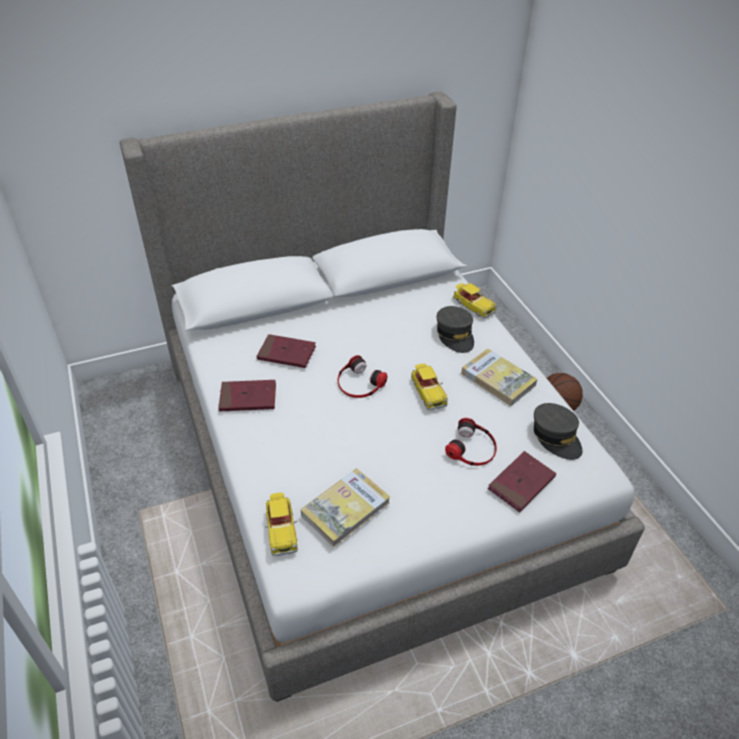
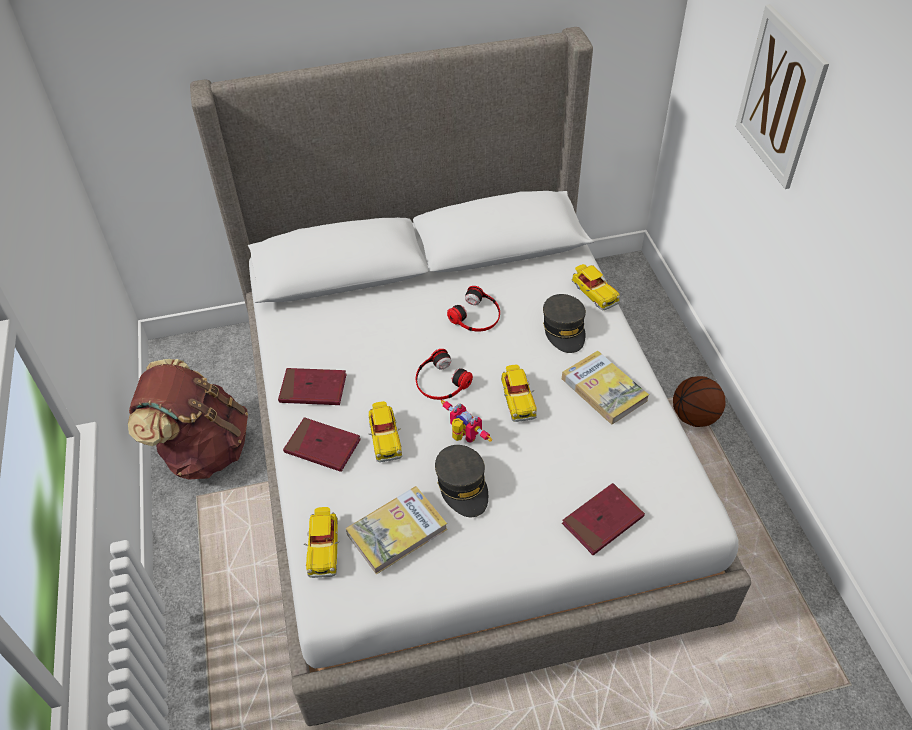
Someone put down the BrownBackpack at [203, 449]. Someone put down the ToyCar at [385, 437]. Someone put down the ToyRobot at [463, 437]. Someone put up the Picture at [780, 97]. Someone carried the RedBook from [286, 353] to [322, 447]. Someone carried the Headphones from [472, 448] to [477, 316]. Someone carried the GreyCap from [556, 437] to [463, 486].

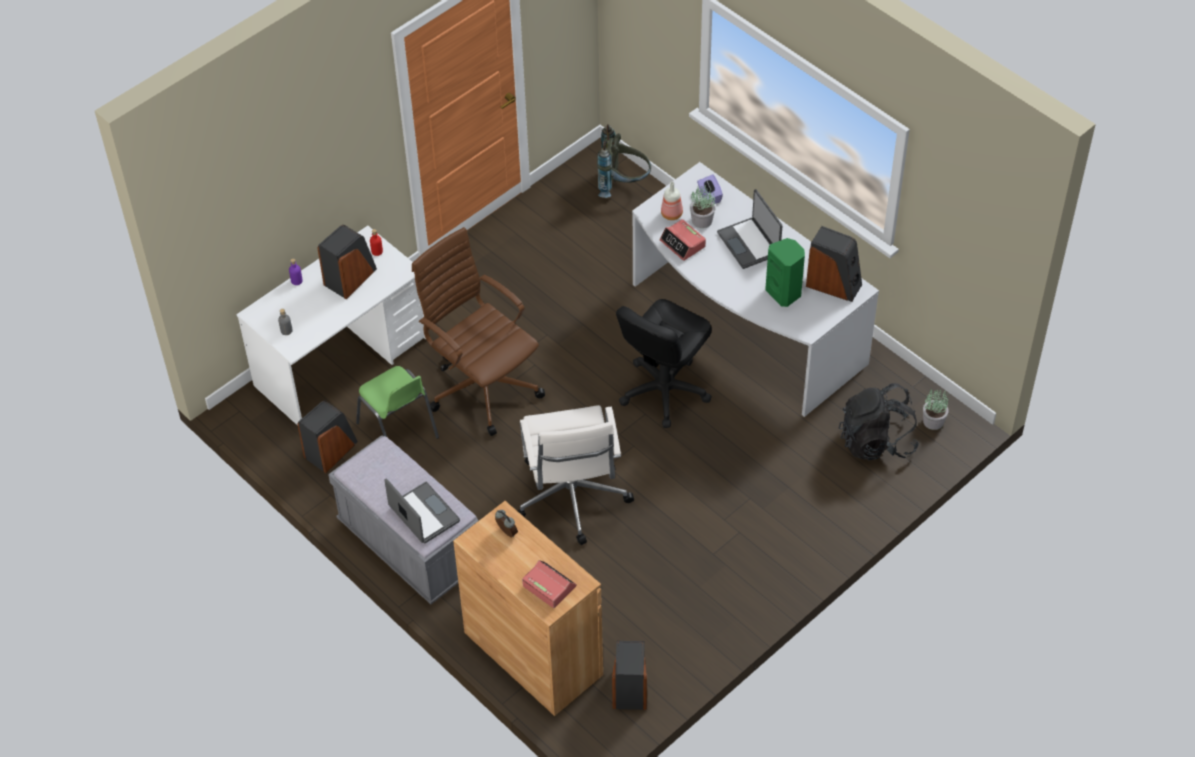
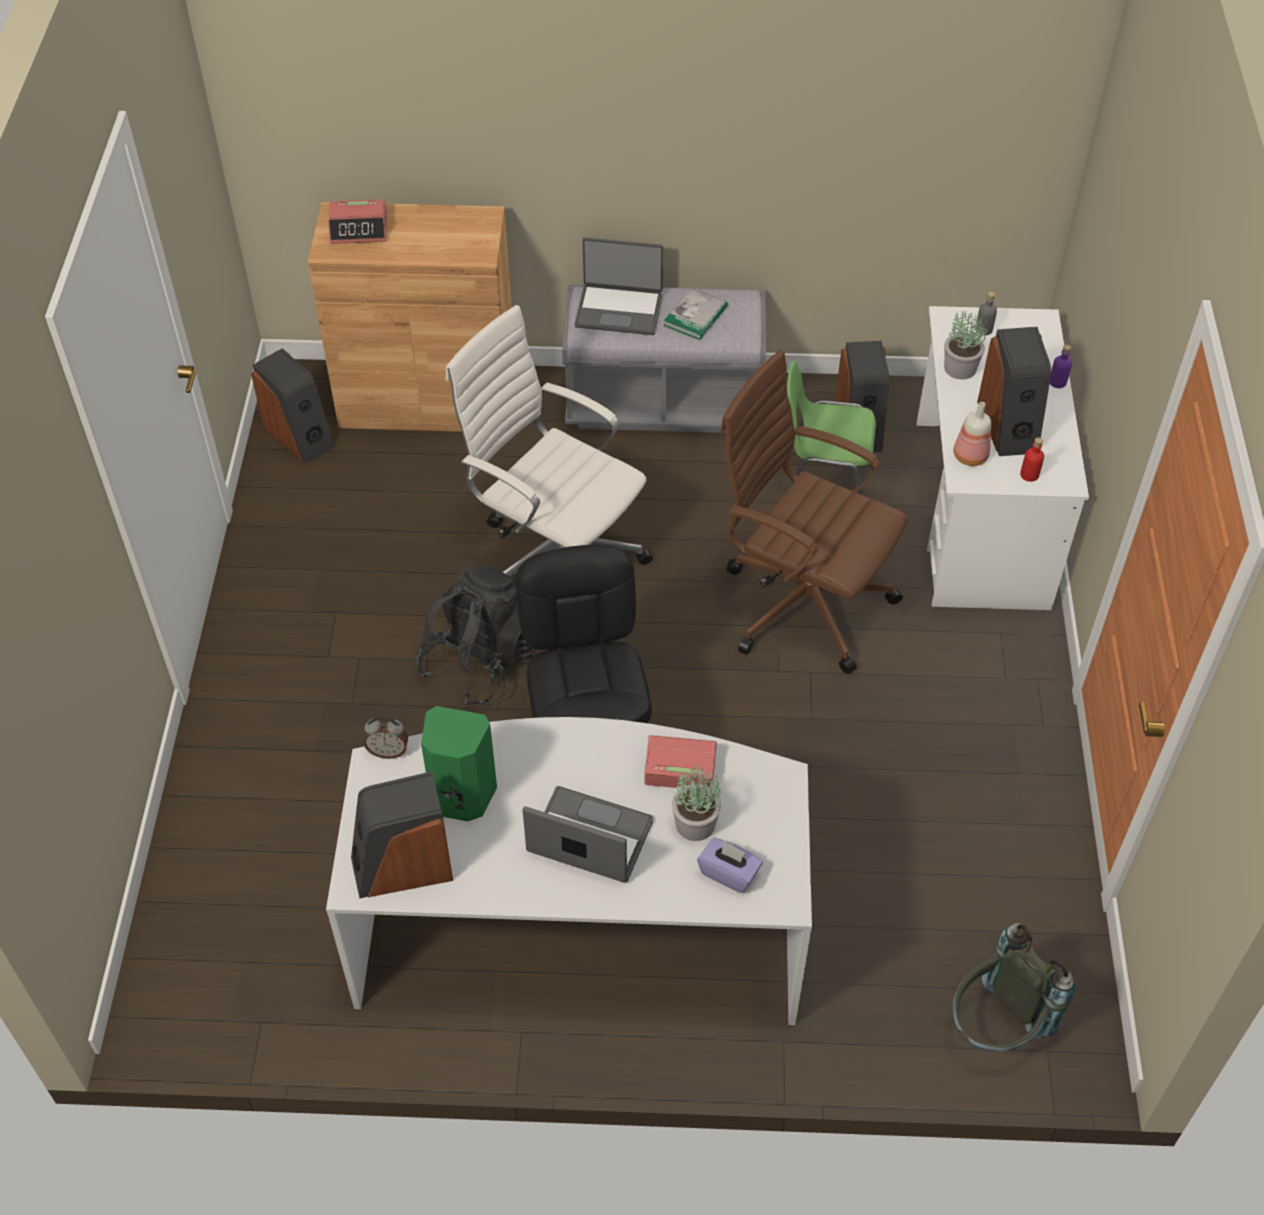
Someone put down the Book at [695, 316]. Someone carried the AlarmClock from [506, 533] to [388, 751]. Someone carried the Bottle from [672, 214] to [970, 457]. Someone carried the BlackBackpack from [876, 441] to [480, 661]. Someone carried the PottedPlant from [933, 421] to [960, 368]. Someone rotated the BrownOfficeChair at [482, 386] by 150 degrees counterclockwise.

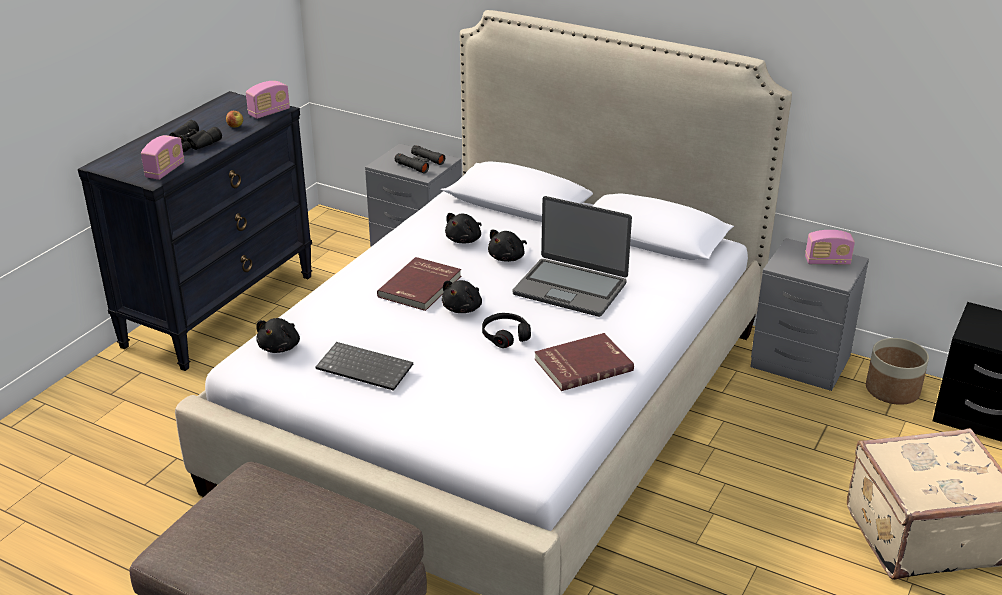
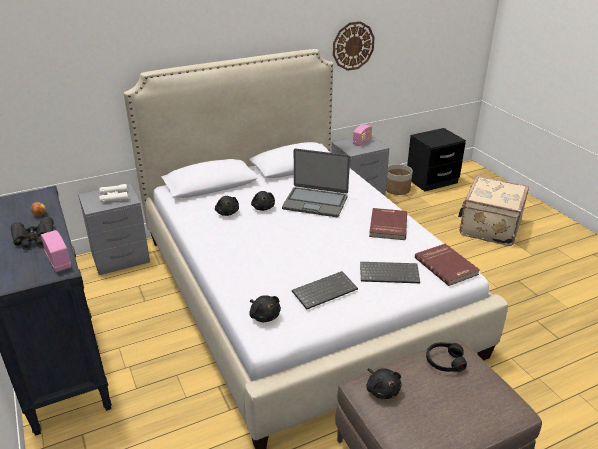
Someone took away the Radio at [269, 113]. Someone put up the WallClock at [353, 46]. Someone put down the Keyboard at [390, 273]. Someone carried the RedBook from [421, 287] to [447, 266]. Someone carried the BlackPlushToy from [463, 308] to [382, 390]. Someone carried the BlackHeadphones from [505, 335] to [444, 361]. Someone repainted the BlackBinoculars at [419, 163], which became the WhiteBinoculars at [114, 196]. Someone rotated the Laptop at [571, 288] by 45 degrees clockwise.

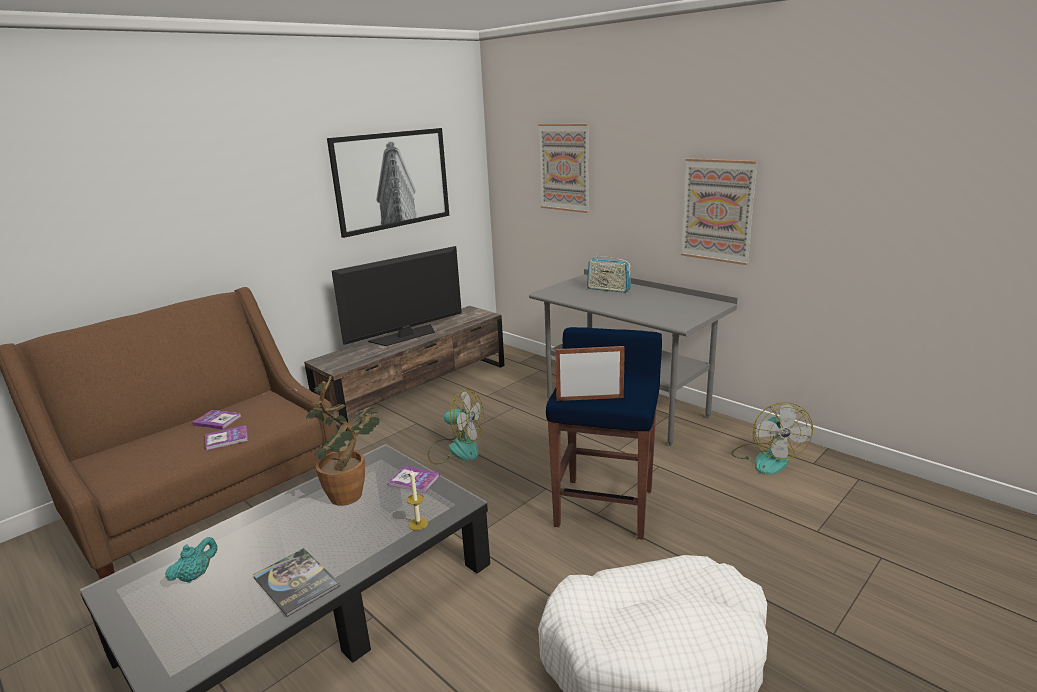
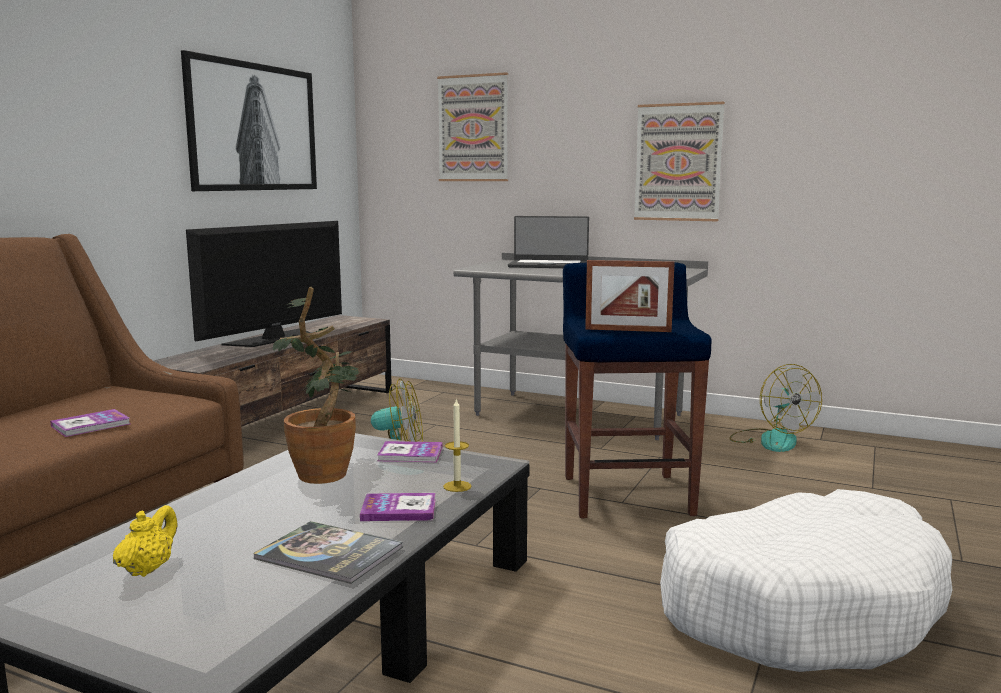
Someone carried the Book from [217, 421] to [399, 509]. Someone swapped the Radio at [608, 289] for the Laptop at [548, 265]. Someone repainted the TurquoiseTeapot at [196, 575], which became the YellowTeapot at [148, 569]. Someone rotated the PictureFrame at [589, 398] by 150 degrees counterclockwise.

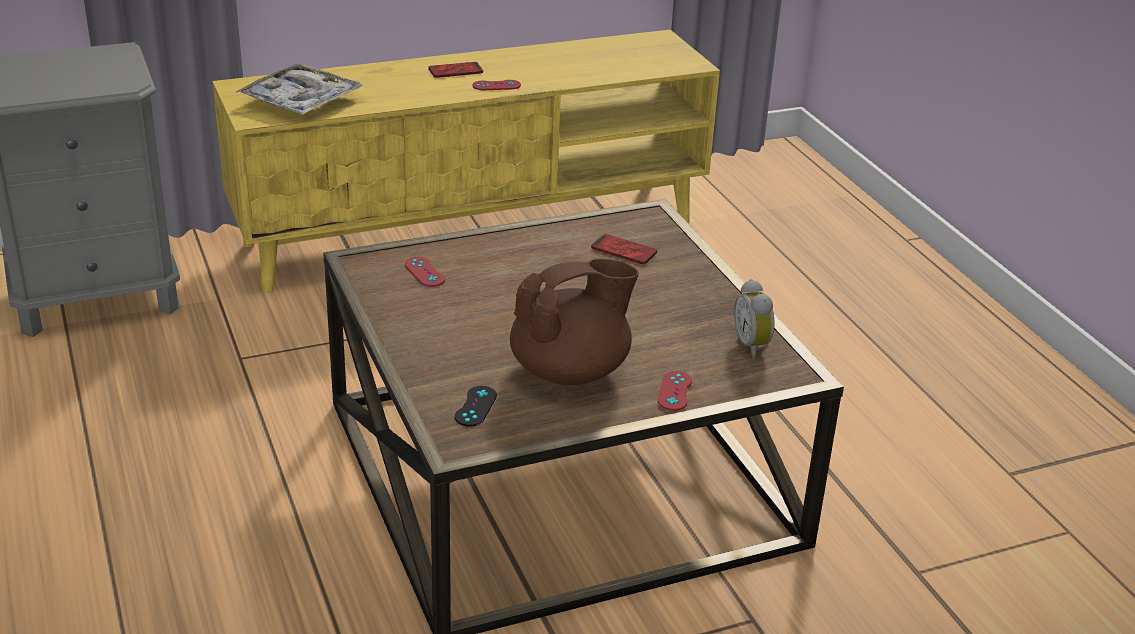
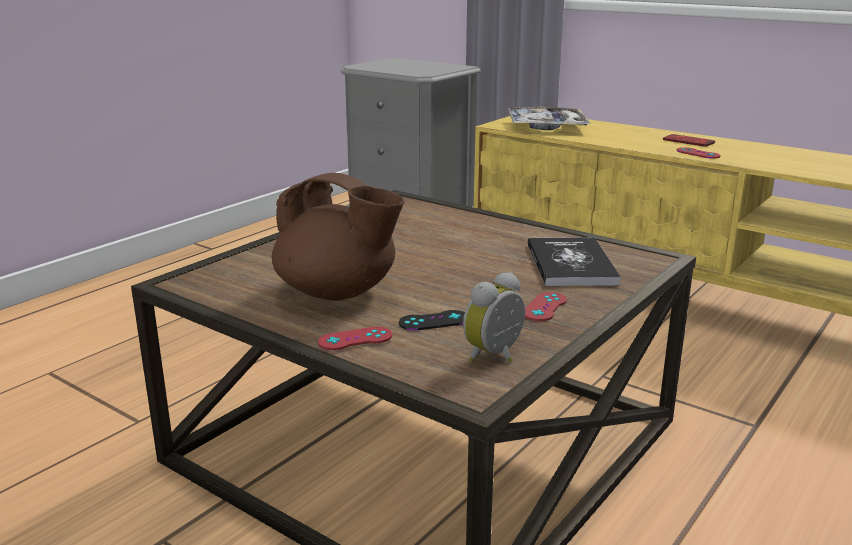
Someone carried the RedGameController from [424, 272] to [545, 307]. Someone carried the BlackGameController from [475, 406] to [434, 321]. Someone swapped the Phone at [624, 250] for the Book at [570, 264].

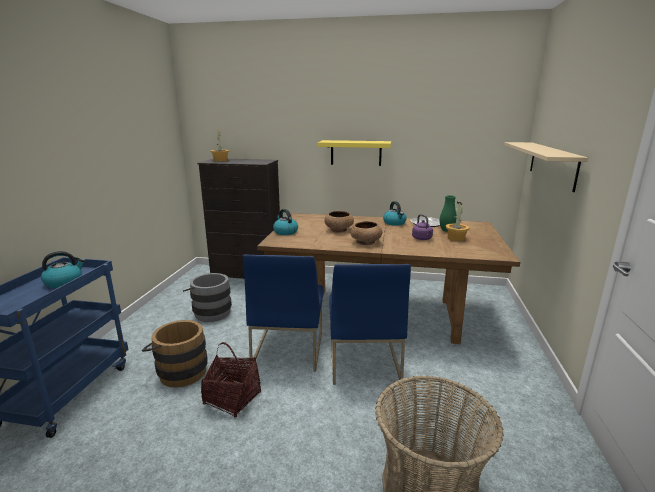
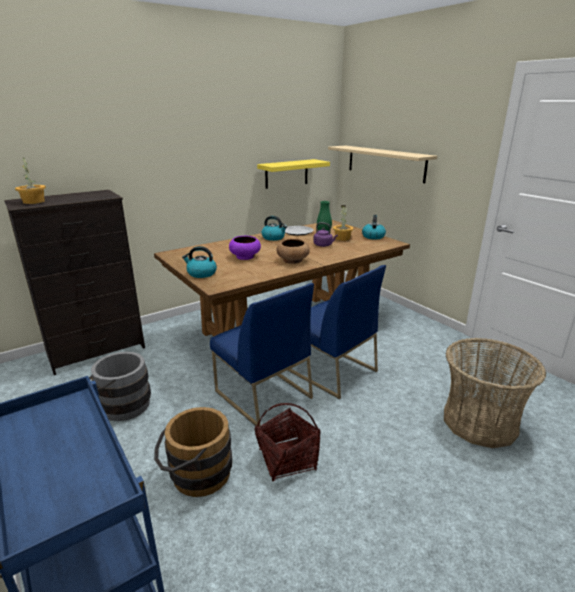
Someone carried the Kettle from [64, 282] to [373, 236]. Someone carried the YellowShelf from [356, 153] to [286, 174]. Someone repainted the BrownBowl at [339, 230], which became the PurpleBowl at [245, 257].

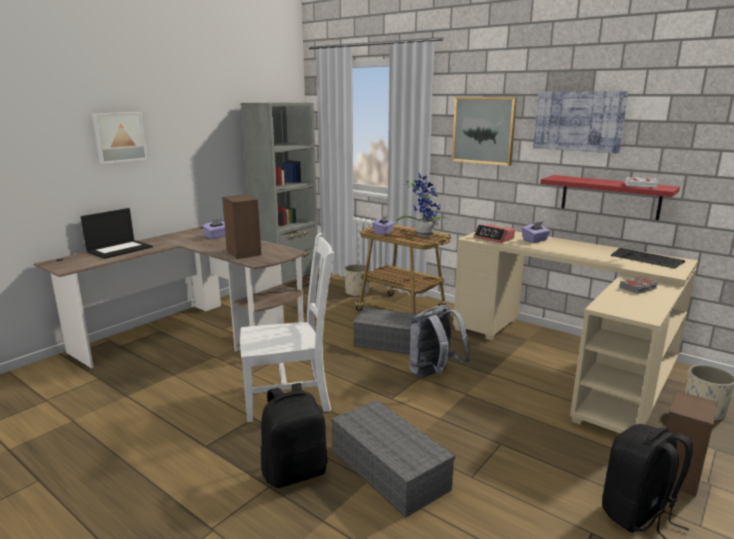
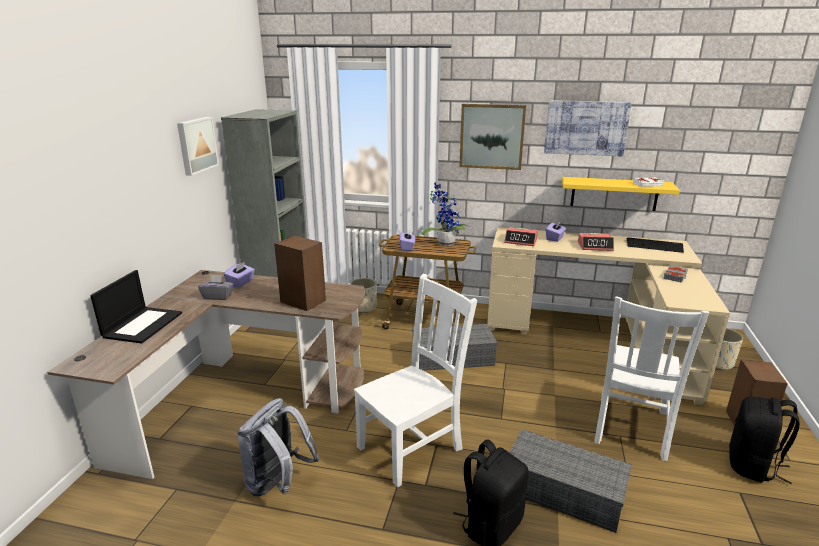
Someone put down the GreyTissueBox at [217, 296]. Someone put down the AlarmClock at [595, 246]. Someone put down the WhiteChair at [631, 429]. Someone carried the Picture from [119, 137] to [196, 145]. Someone carried the GreyBackpack from [434, 375] to [278, 484]. Someone repainted the RedShelf at [610, 197], which became the YellowShelf at [614, 193].

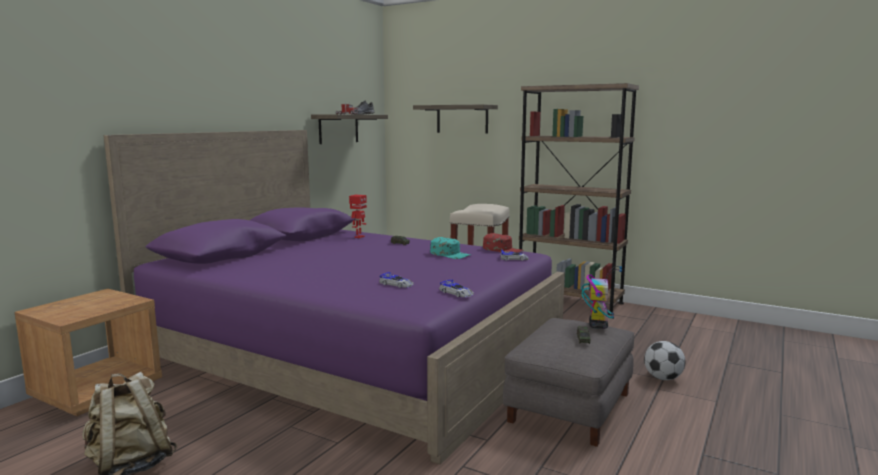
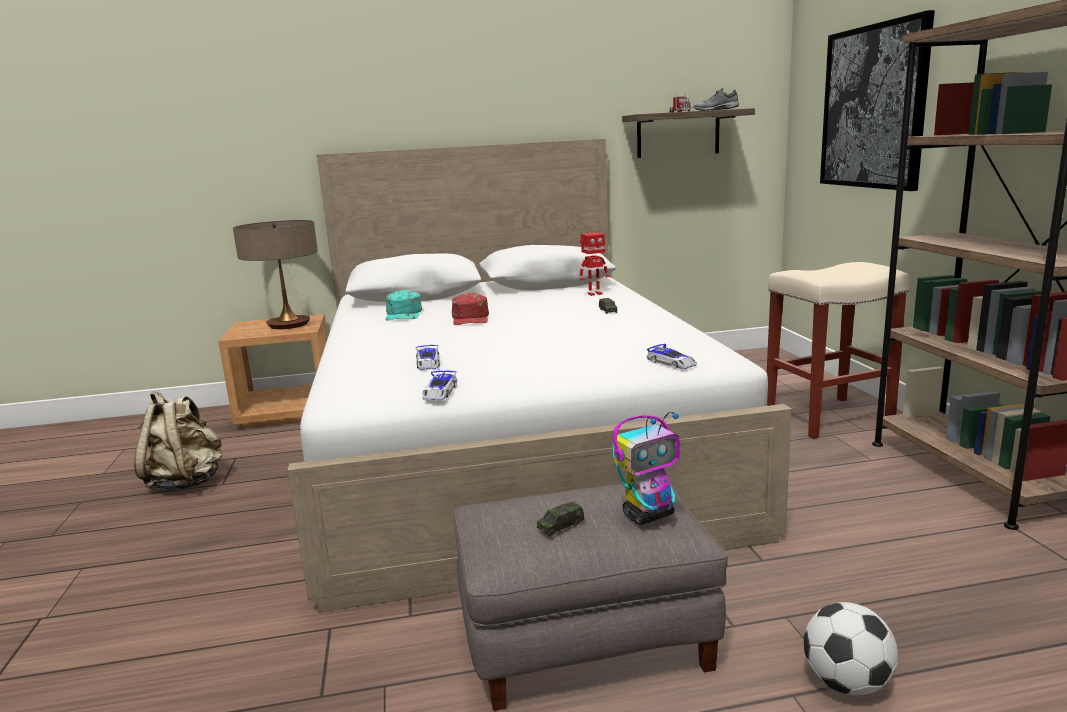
Someone put down the TableLamp at [289, 325]. Someone carried the TurquoiseCap from [450, 254] to [404, 314]. Someone carried the RedCap from [503, 250] to [471, 318]. Someone swapped the Shelf at [462, 119] for the Picture at [873, 107]. Someone repainted the PurpleBed at [353, 353], which became the WhiteBed at [511, 447].

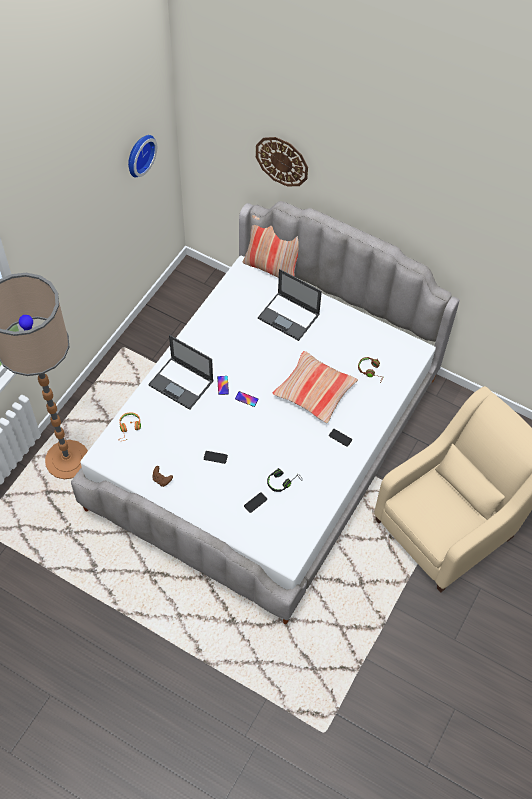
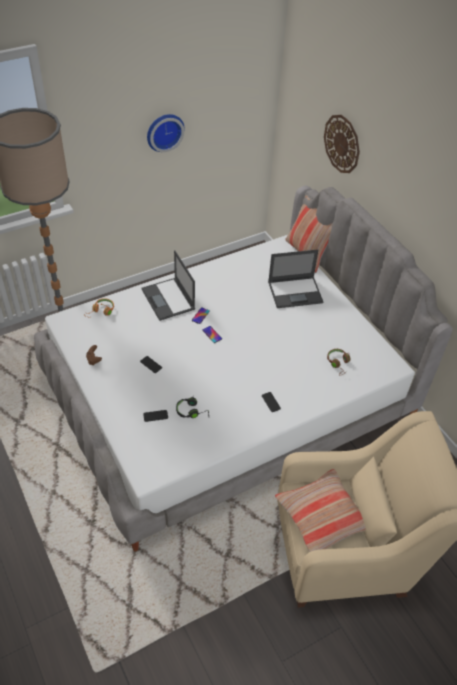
Someone carried the WallClock from [139, 154] to [164, 131]. Someone carried the Pillow from [314, 391] to [322, 516]. Someone rotated the Laptop at [289, 316] by 75 degrees counterclockwise.

